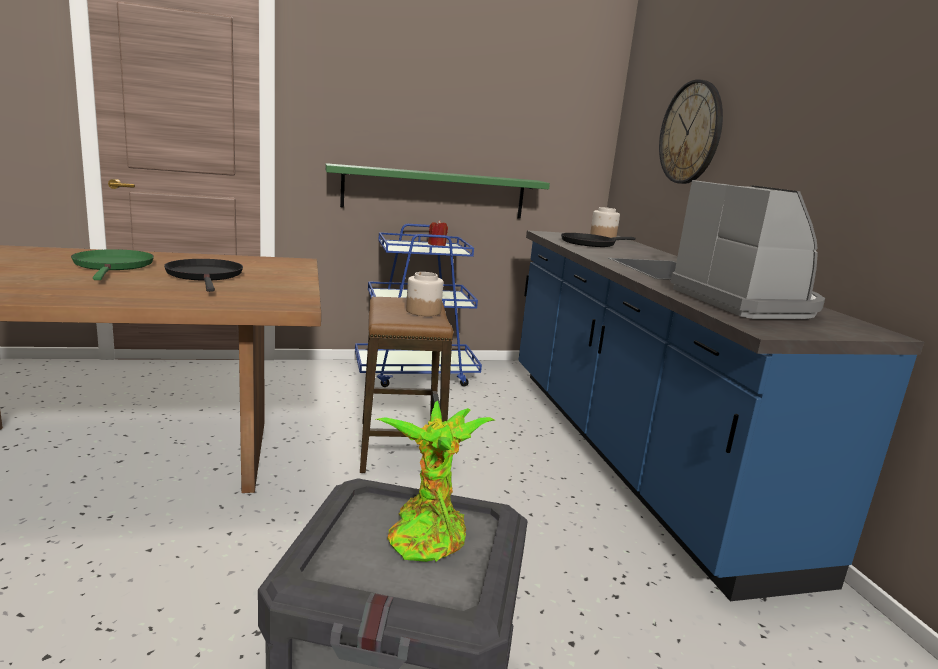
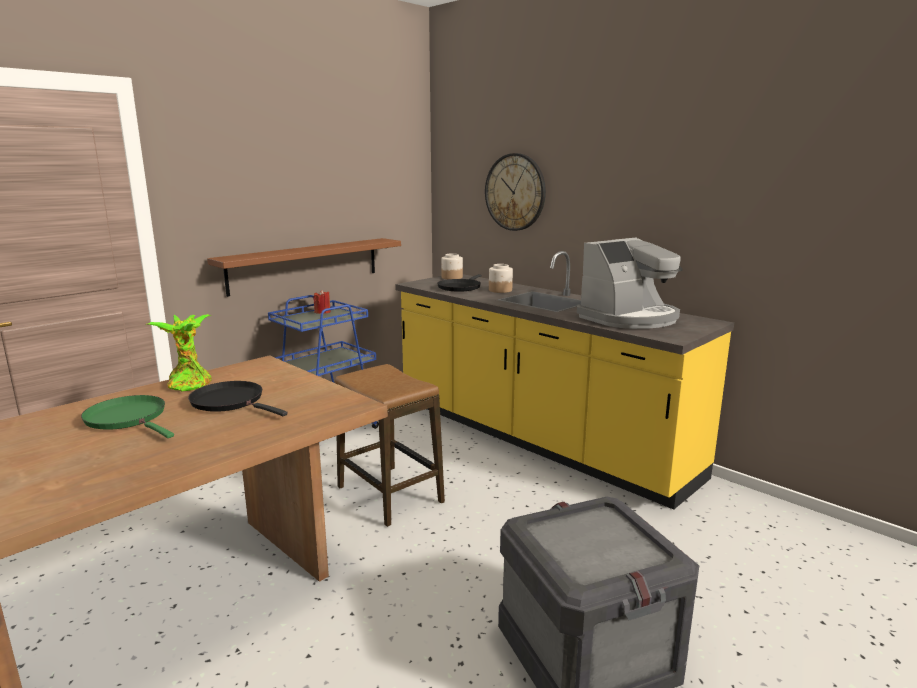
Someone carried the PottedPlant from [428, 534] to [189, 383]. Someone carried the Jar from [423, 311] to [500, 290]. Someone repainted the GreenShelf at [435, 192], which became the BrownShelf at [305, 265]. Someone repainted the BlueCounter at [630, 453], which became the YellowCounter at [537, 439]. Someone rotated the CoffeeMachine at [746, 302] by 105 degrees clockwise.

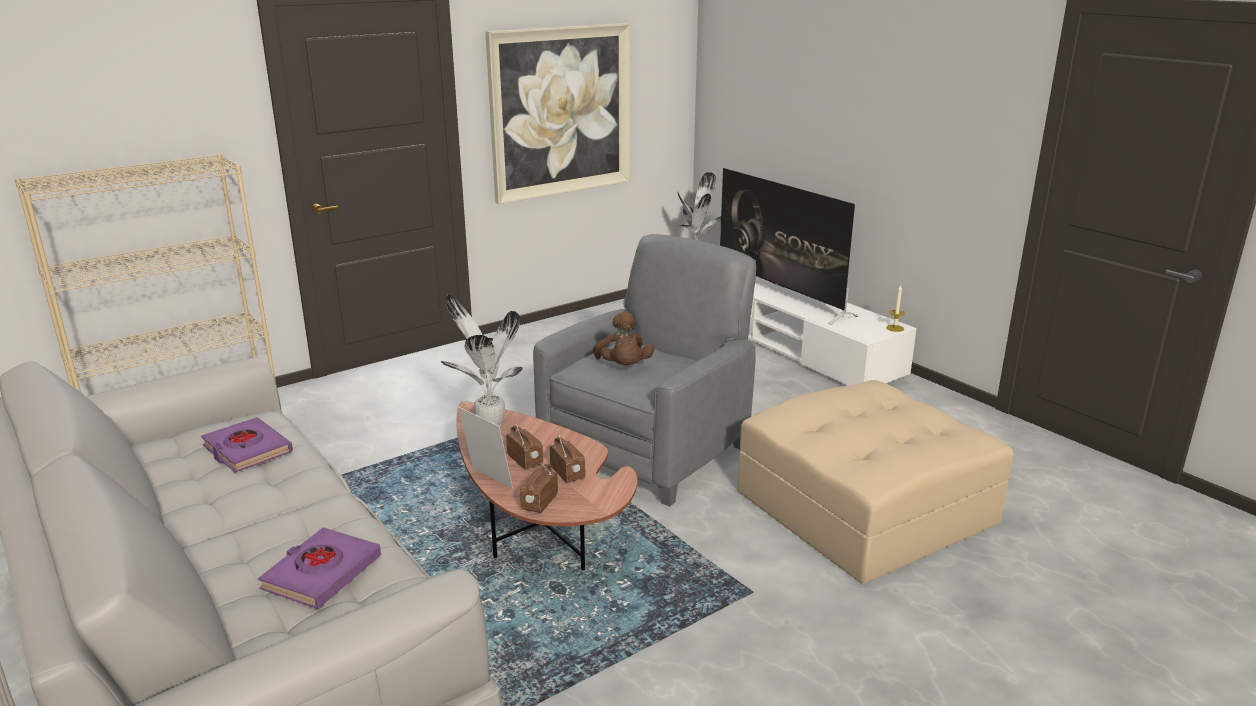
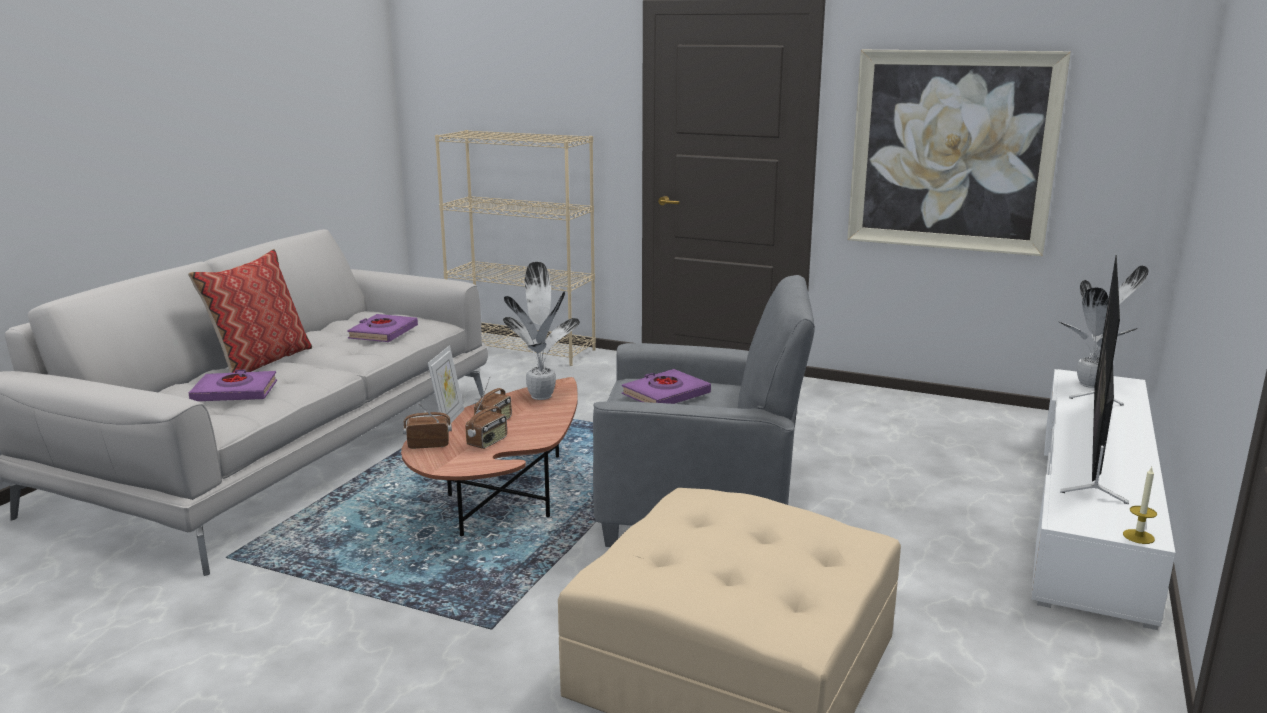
Someone put down the Pillow at [261, 361]. Someone swapped the BrownPlushToy at [623, 367] for the PurpleBook at [665, 395].

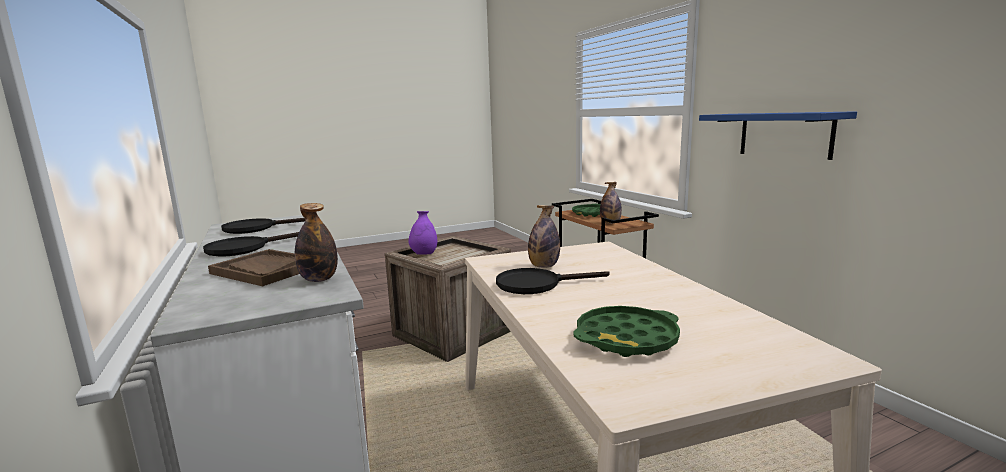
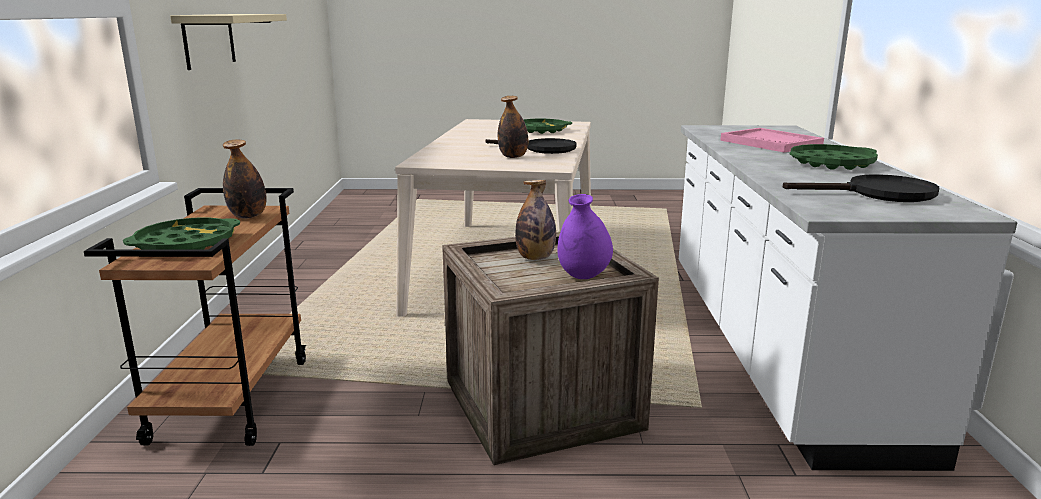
Someone carried the Bottle from [319, 279] to [535, 258]. Someone swapped the BlackFryingPan at [245, 248] for the GreenTray at [831, 163]. Someone repainted the BrownTray at [266, 270], which became the PinkTray at [771, 143]. Someone repainted the BlueShelf at [785, 134], which became the BeigeShelf at [209, 40].

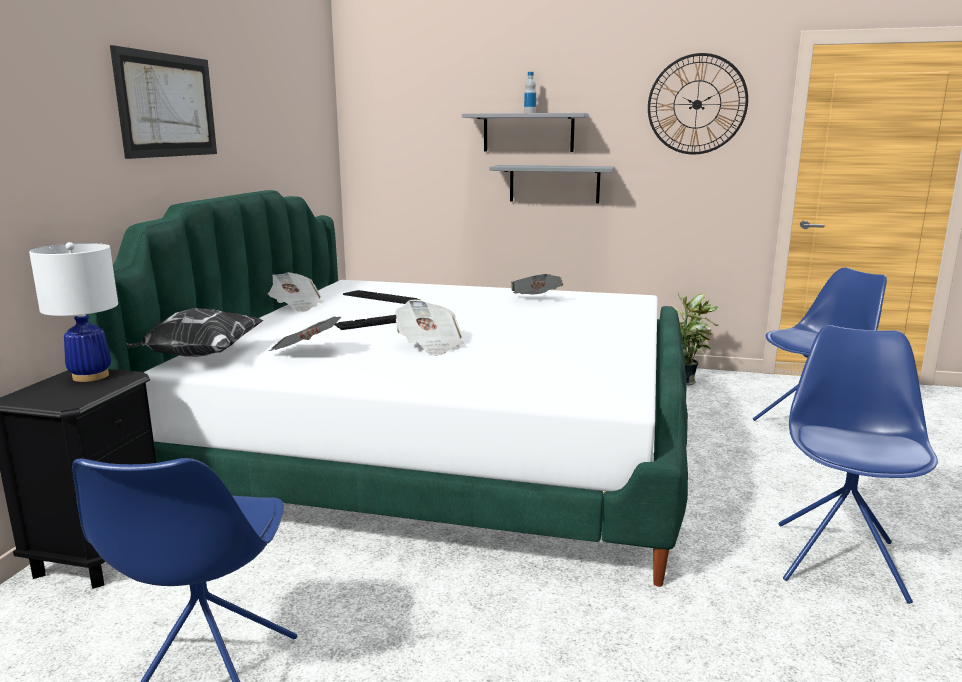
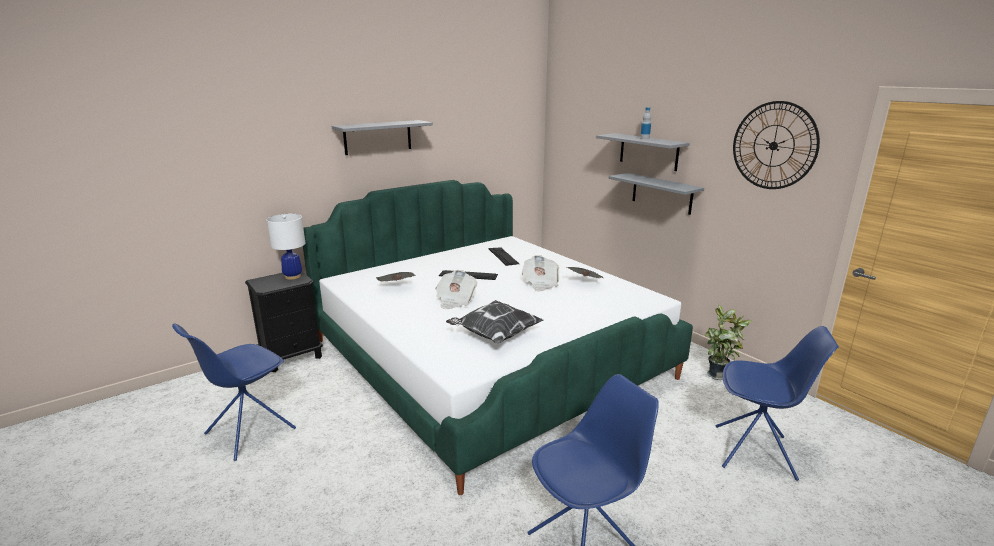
Someone carried the Pillow from [197, 356] to [494, 335]. Someone carried the Newspaper from [294, 306] to [540, 283]. Someone swapped the Picture at [168, 105] for the GreyShelf at [378, 137].

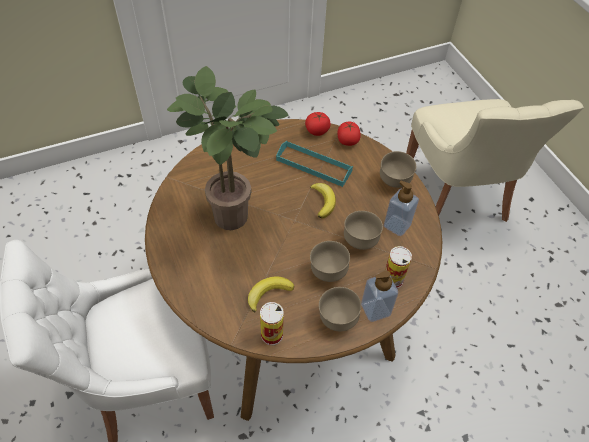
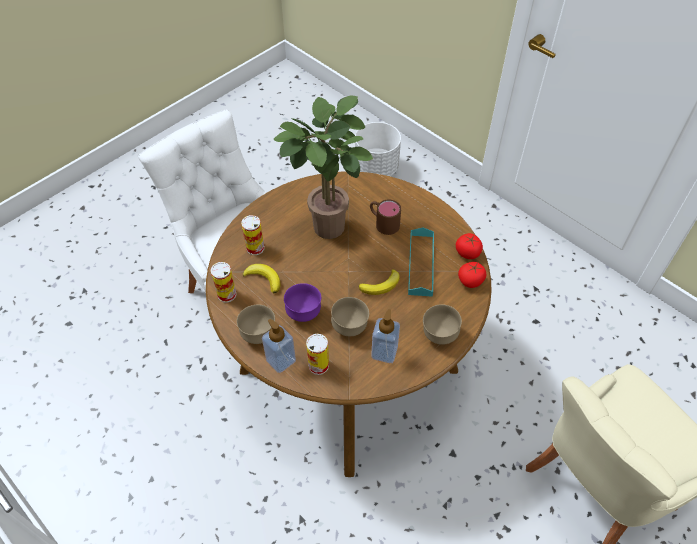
Someone put down the Can at [255, 248]. Someone put down the WhitePlanter at [377, 168]. Someone put down the BrownMug at [383, 222]. Someone repainted the BrownBowl at [328, 272], which became the PurpleBowl at [304, 313].

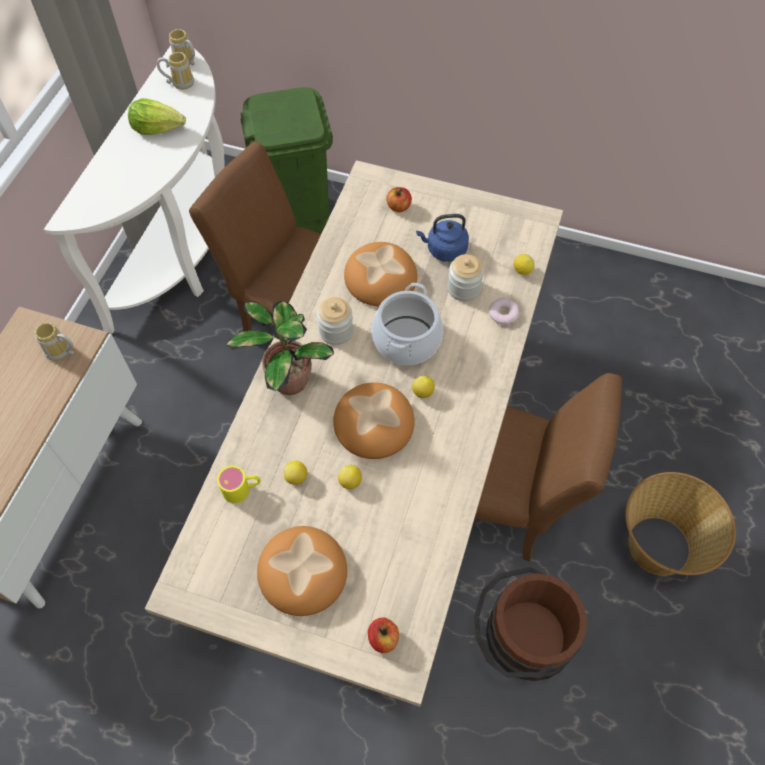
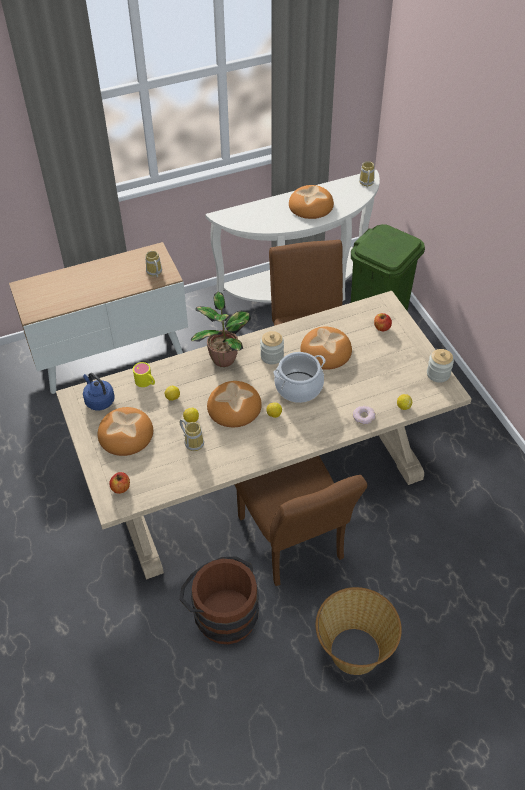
Someone carried the Mug from [180, 82] to [193, 442]. Someone carried the BlueKettle from [444, 250] to [99, 400]. Someone carried the Jar from [463, 288] to [438, 374]. Someone swapped the Lettuce at [158, 128] for the Bread at [311, 205].

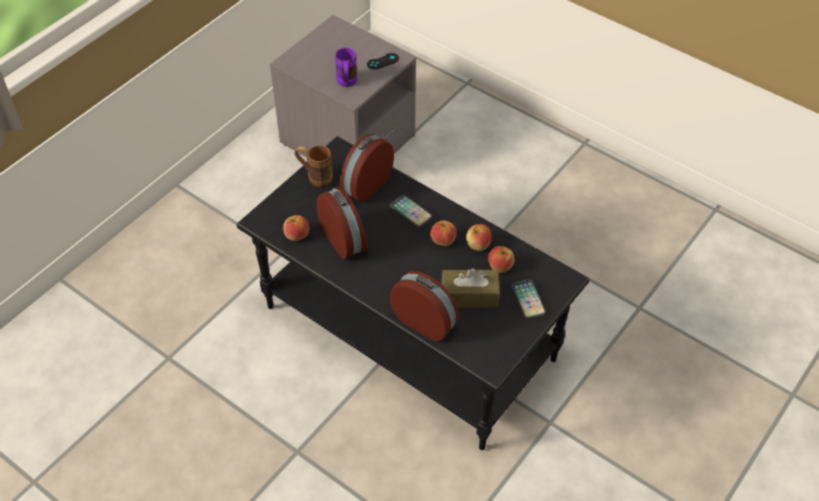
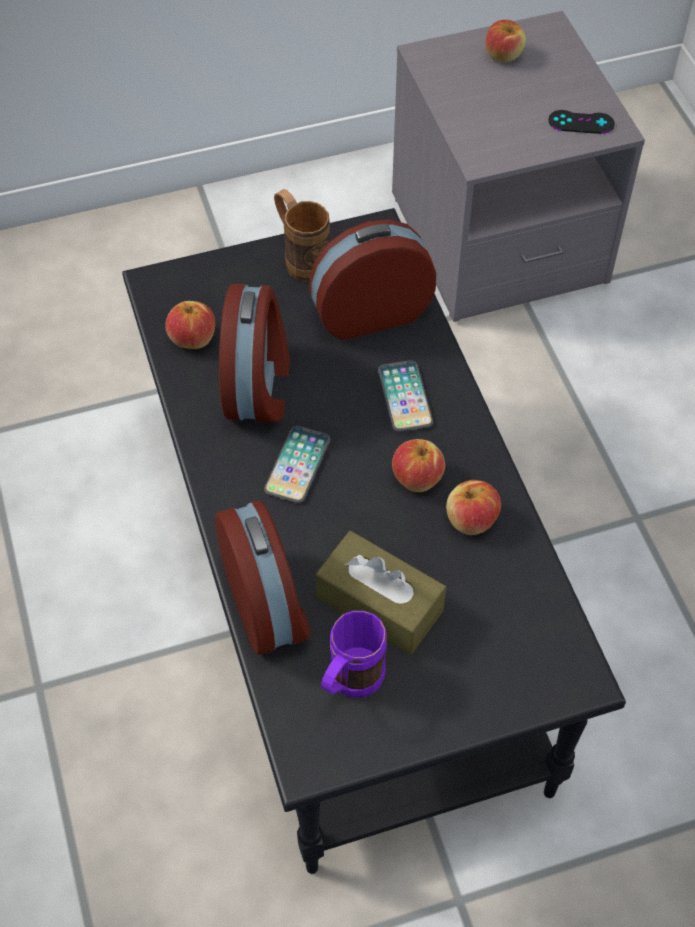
Someone carried the PurpleMug from [346, 83] to [349, 684]. Someone carried the Apple from [500, 266] to [503, 55]. Someone carried the Phone from [528, 299] to [297, 465].

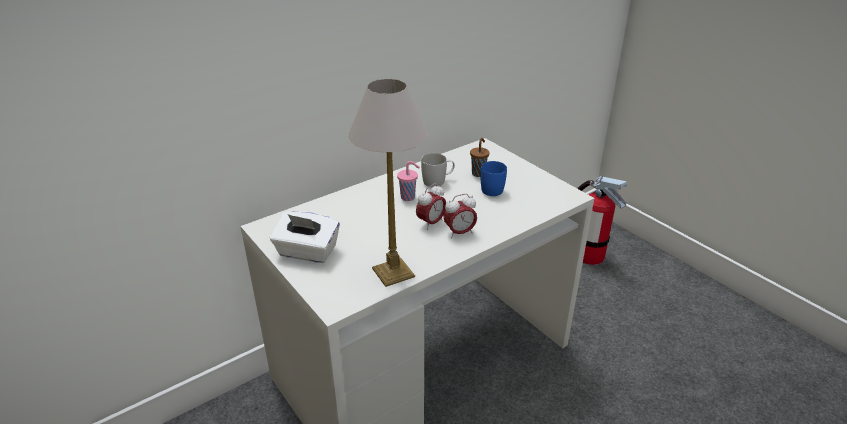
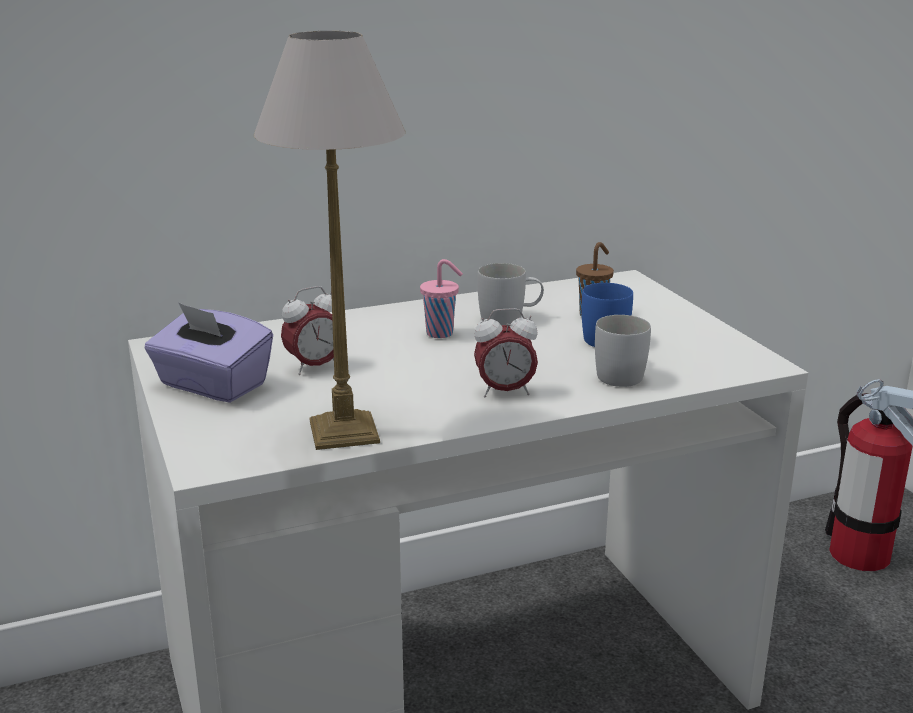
Someone put down the WhiteMug at [621, 373]. Someone carried the AlarmClock from [431, 223] to [314, 367]. Someone repainted the WhiteTissueBox at [307, 252], which became the PurpleTissueBox at [212, 385].

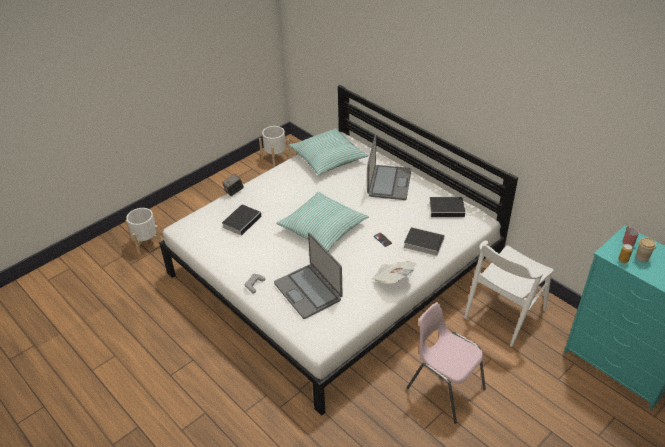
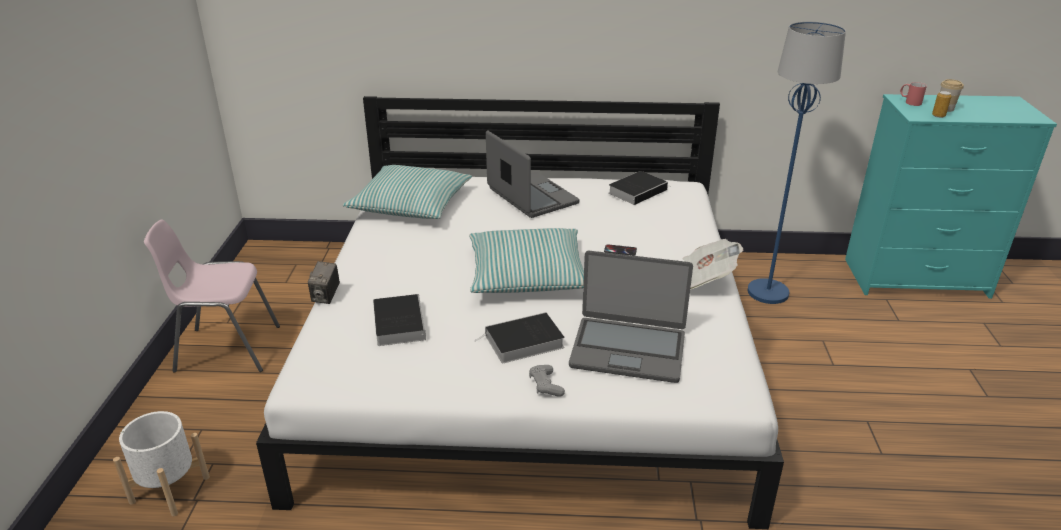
Someone took away the WhitePlanter at [275, 158]. Someone carried the Book from [422, 243] to [522, 342]. Someone carried the PinkChair from [444, 388] to [227, 349]. Someone swapped the WhiteChair at [504, 313] for the BlueFloorLamp at [767, 293].

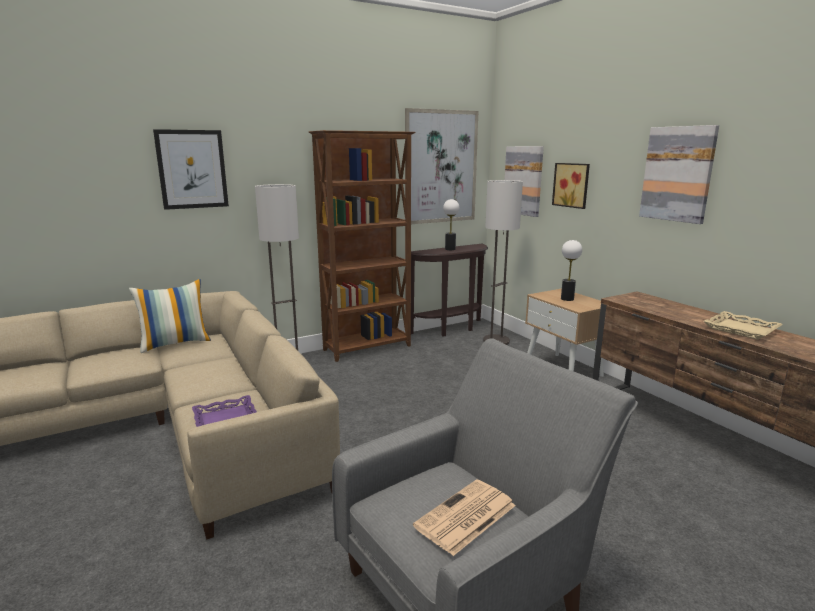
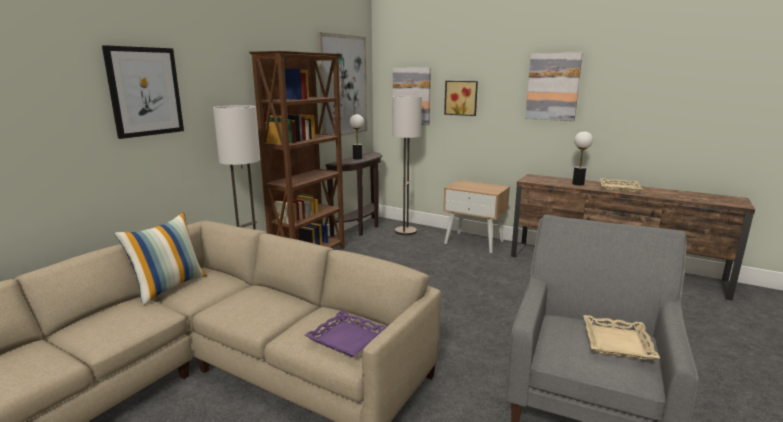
Someone carried the TableLamp from [567, 299] to [578, 184]. Someone swapped the Newspaper at [465, 517] for the BeigeTray at [618, 342].

